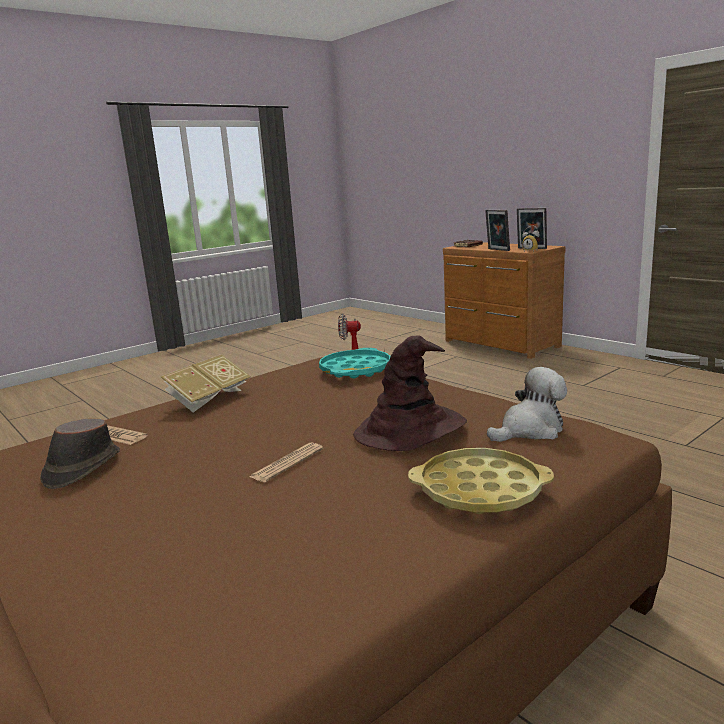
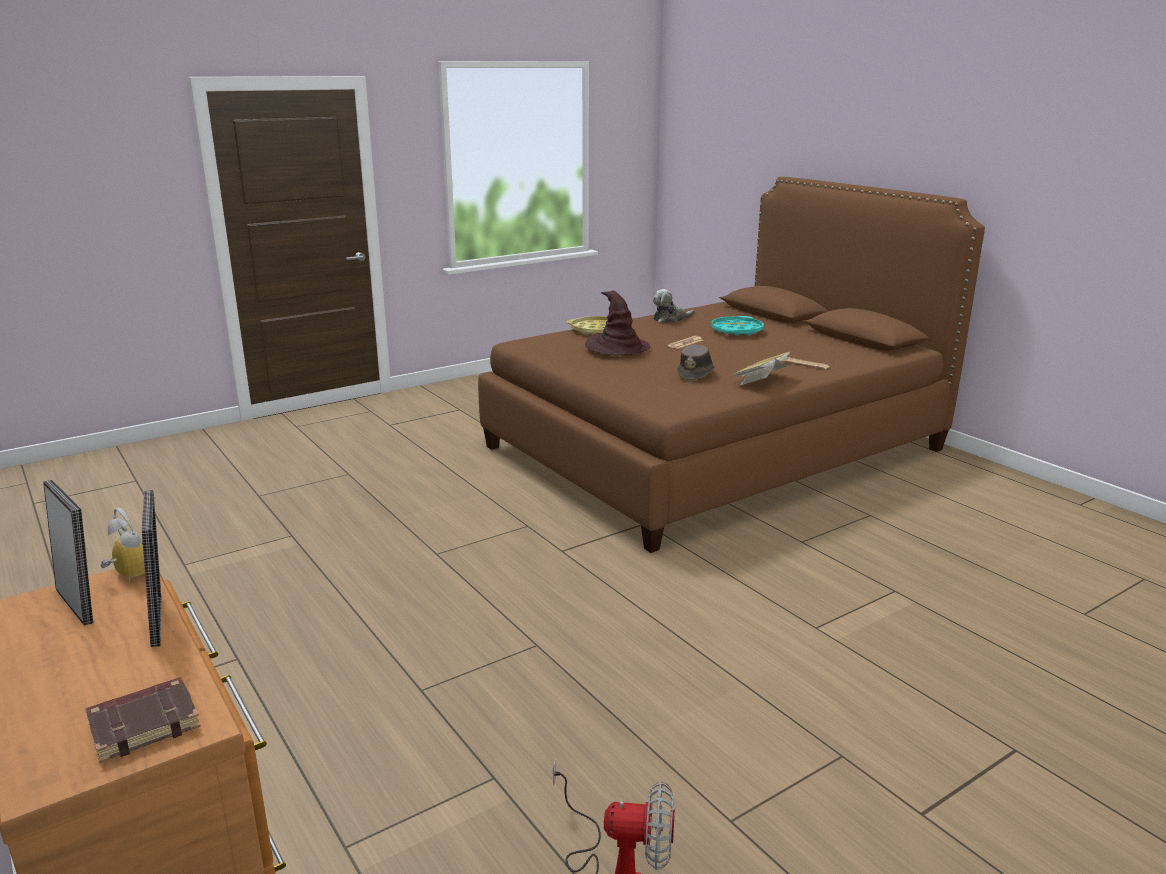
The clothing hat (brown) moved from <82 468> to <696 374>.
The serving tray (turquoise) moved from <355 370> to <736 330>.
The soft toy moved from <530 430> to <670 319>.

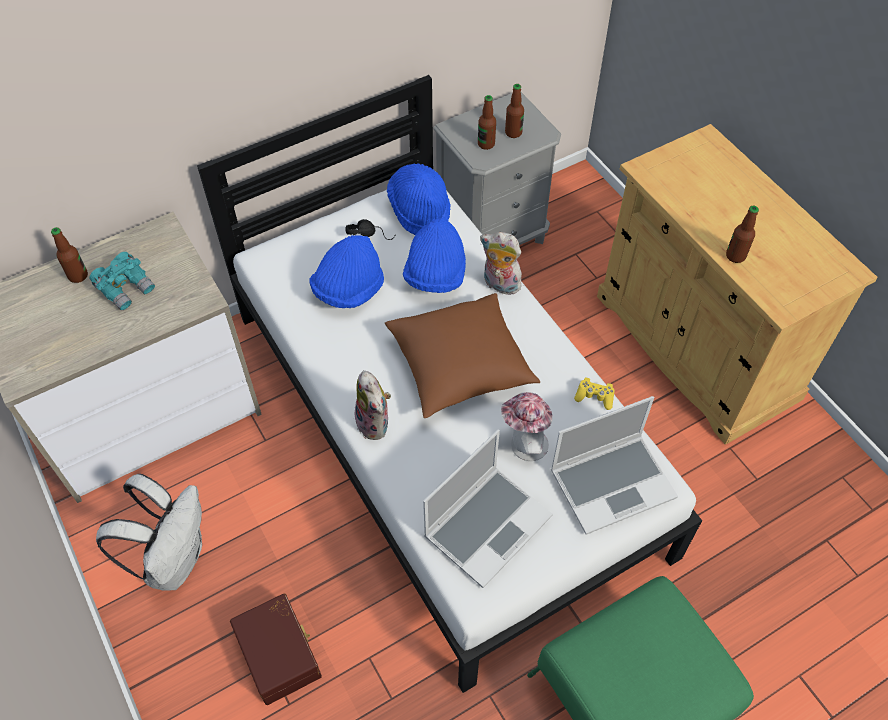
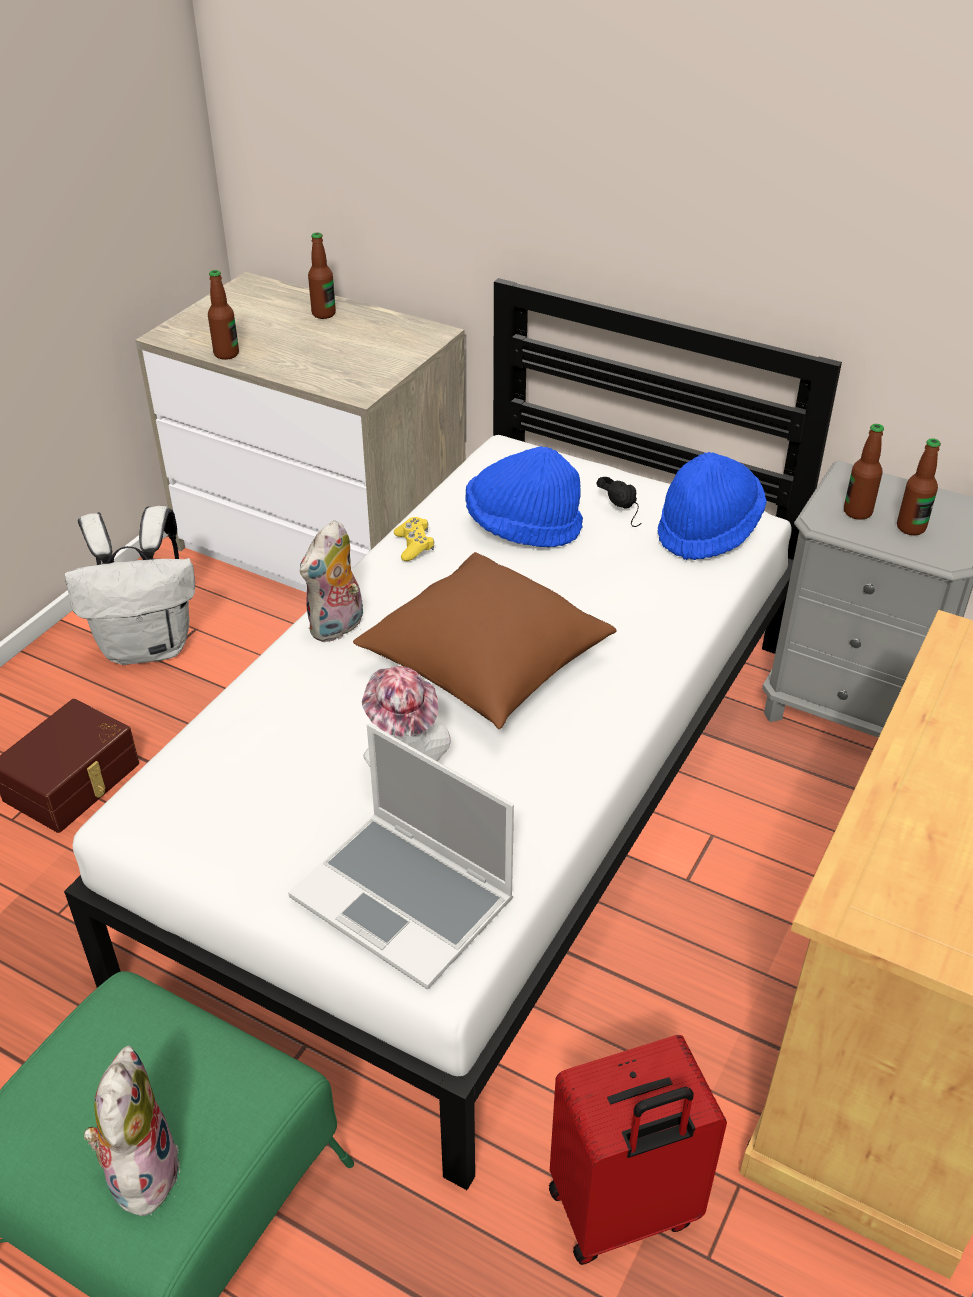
The field glasses (turquoise) at <126 288> disappeared.
The clothing hat (blue) at <435 275> disappeared.
The portable computer at <487 524> disappeared.
The soft toy moved from <499 285> to <140 1170>.
The gamepad (yellow-coloured) moved from <594 396> to <414 546>.
The beverage bottle moved from <735 256> to <226 354>.
The suitcase (reddish) at <623 1211> appeared.

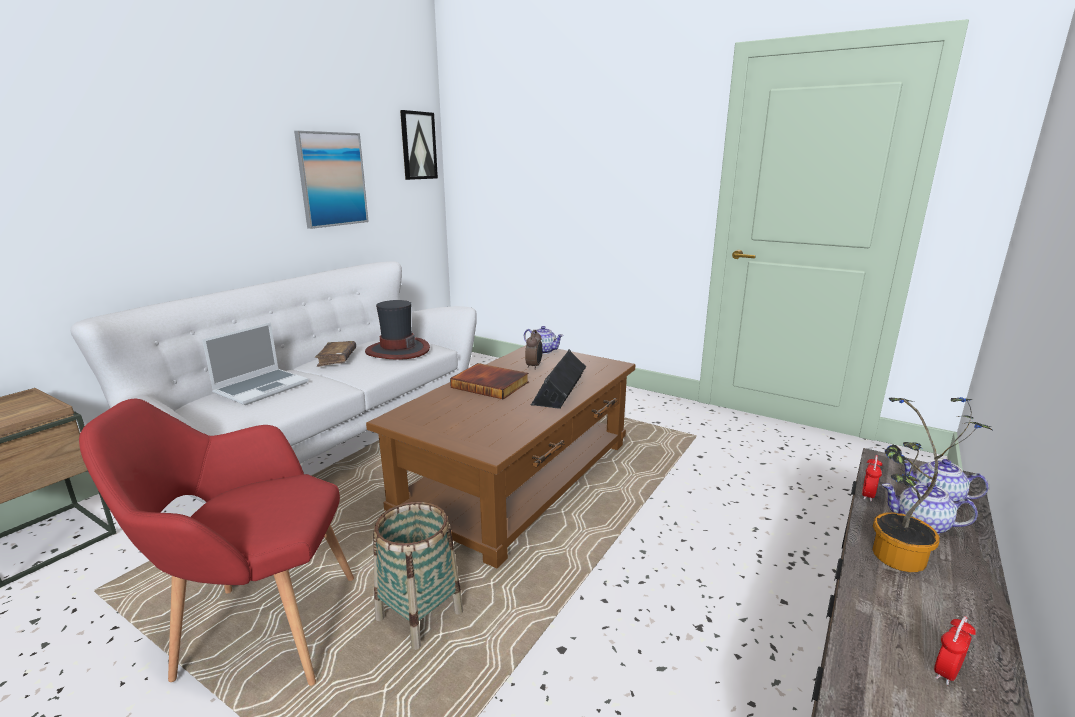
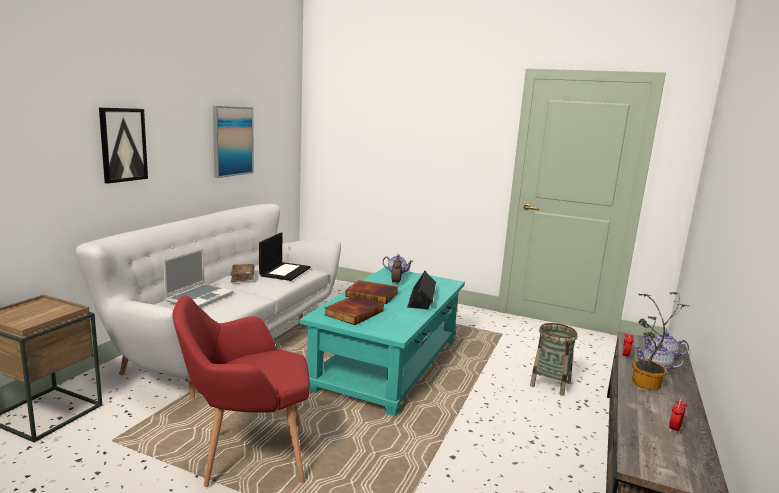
The clothing hat at <397 350> was replaced by the portable computer at <285 271>.
The coffee table (brown) at <519 478> became the coffee table (turquoise) at <389 363>.
The household basket moved from <420 616> to <550 384>.
The wall picture moved from <418 145> to <123 144>.
The volume at <353 312> appeared.

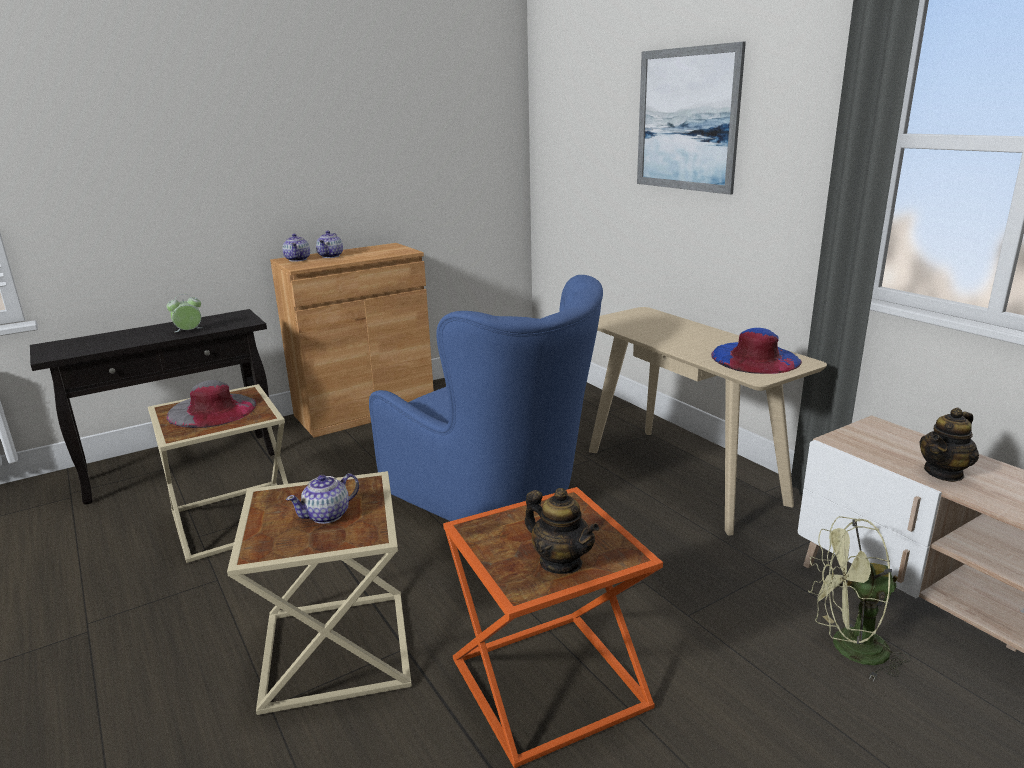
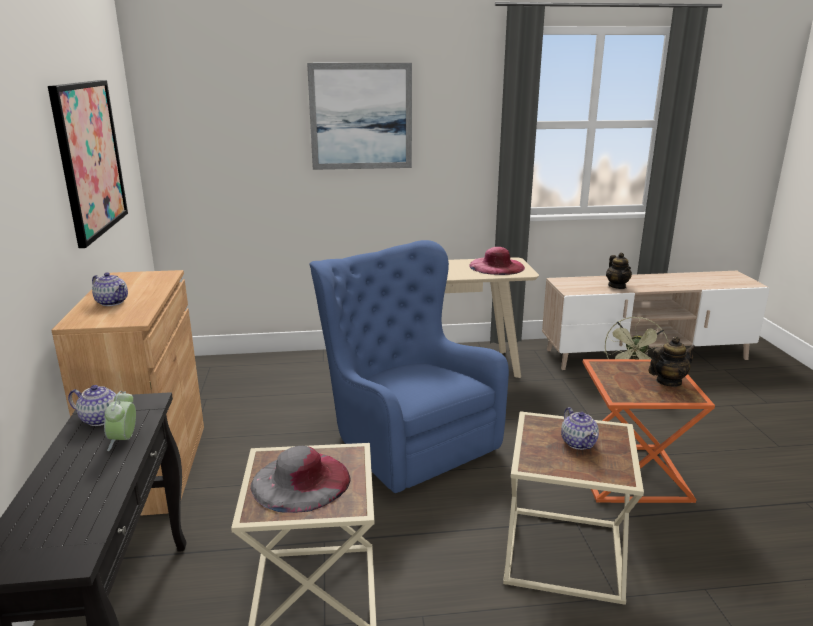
The teapot moved from <298 259> to <100 419>.
The lounge chair (blue) at <494 495> turned 105 degrees counterclockwise.
The clothing hat (blue) at <755 358> became the clothing hat (pinkish) at <496 266>.
The wall picture at <90 159> appeared.

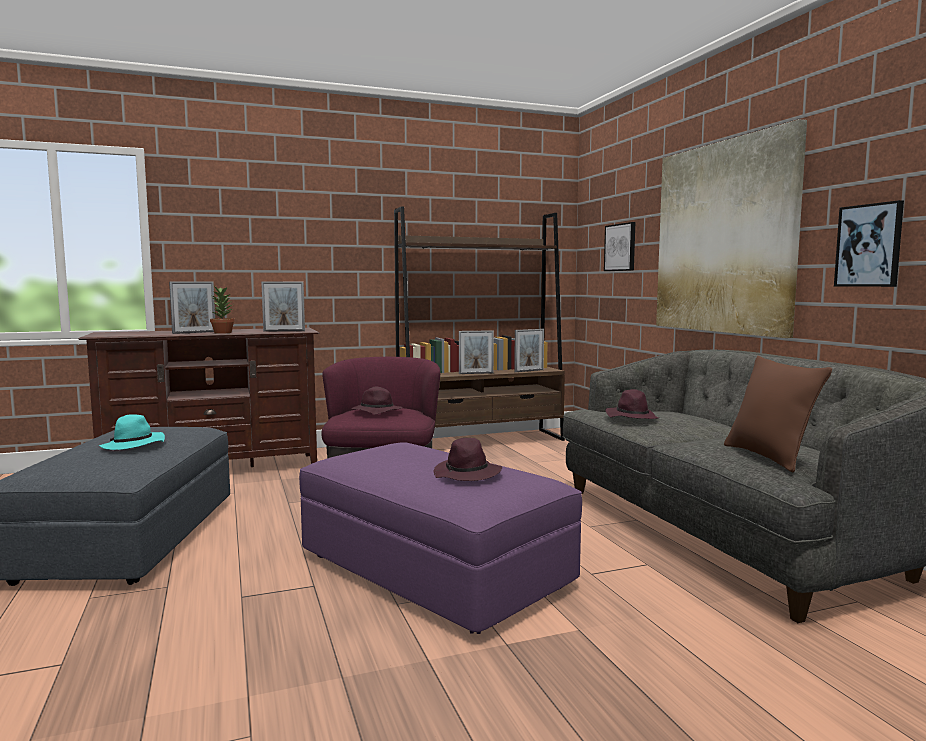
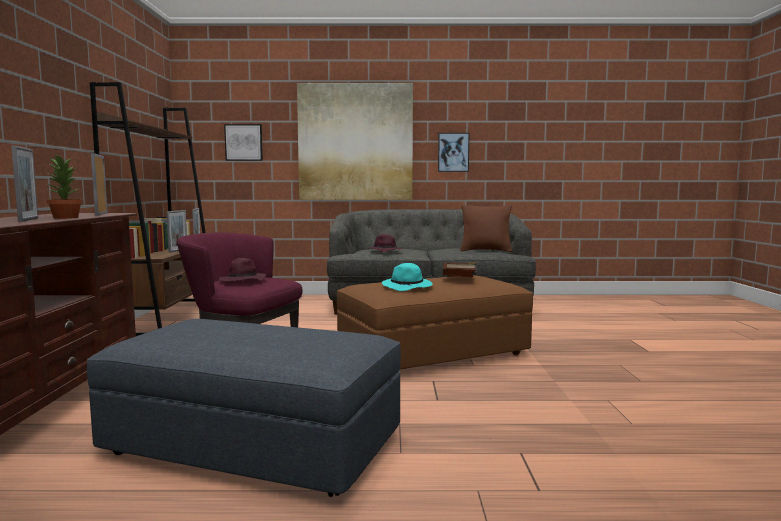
The clothing hat (turquoise) moved from <133 446> to <408 287>.
The picture frame at <284 331> turned 150 degrees clockwise.
The pouffe (purplish) at <433 571> became the pouffe (brown) at <433 354>.
The clothing hat (purplish) at <467 475> was replaced by the volume (brown) at <459 280>.

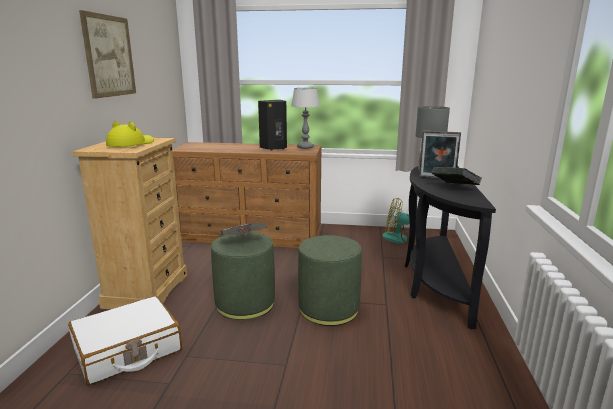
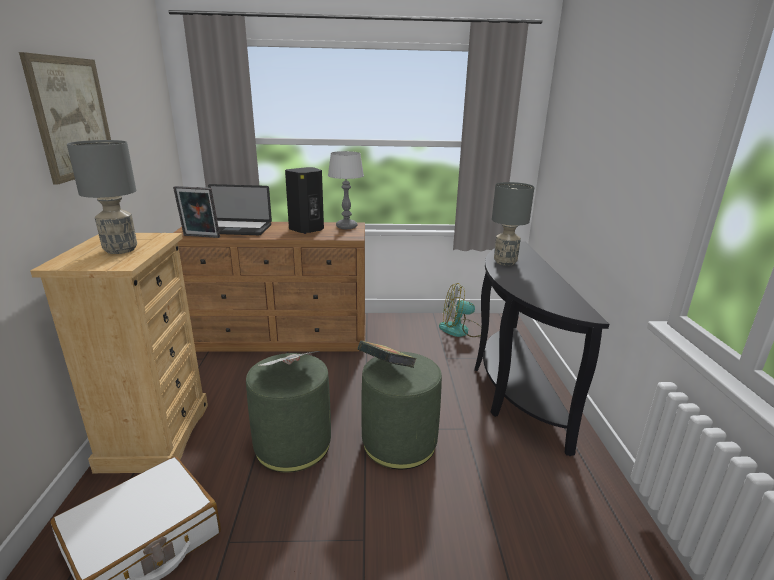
The clothing hat (yellow-coloured) at <131 144> was replaced by the table lamp (greyish) at <120 250>.
The picture frame moved from <437 178> to <200 237>.
The volume moved from <454 188> to <386 368>.
The portable computer at <236 229> appeared.

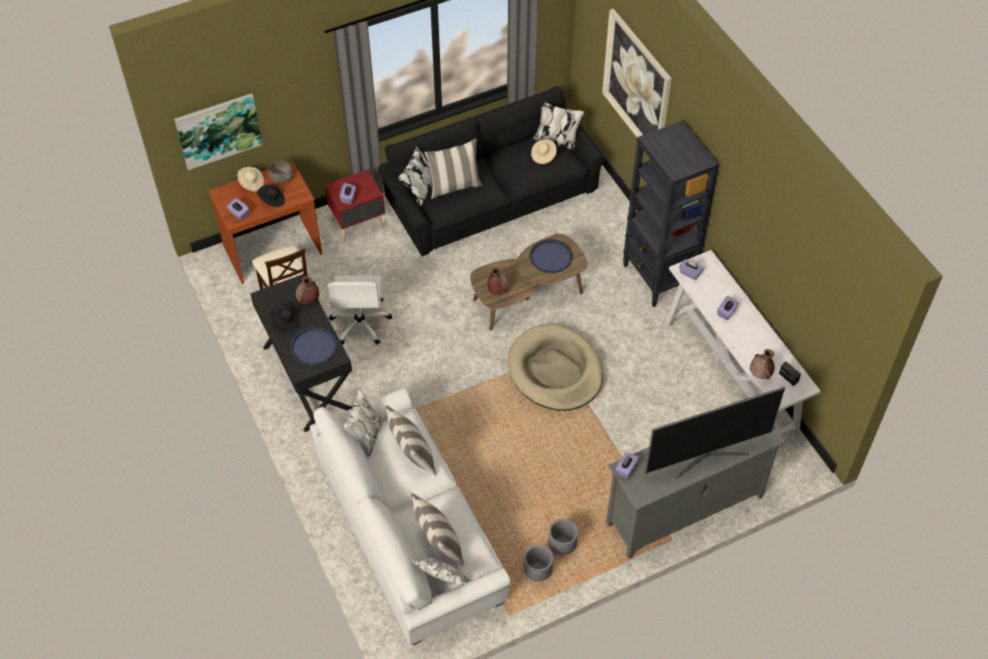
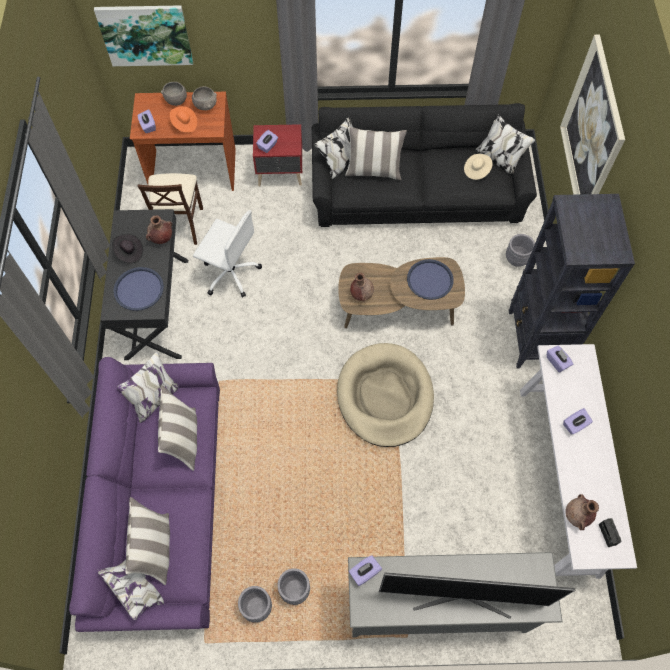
The clothing hat (sand-coloured) at <251 183> was replaced by the deep dish (greyish) at <176 100>.
The clothing hat (blackish) at <272 201> became the clothing hat (orangey) at <184 124>.
The settee (white) at <409 528> became the settee (purplish) at <162 502>.
The desk chair (white) at <360 324> turned 90 degrees counterclockwise.
The planter (greyish) at <516 259> appeared.

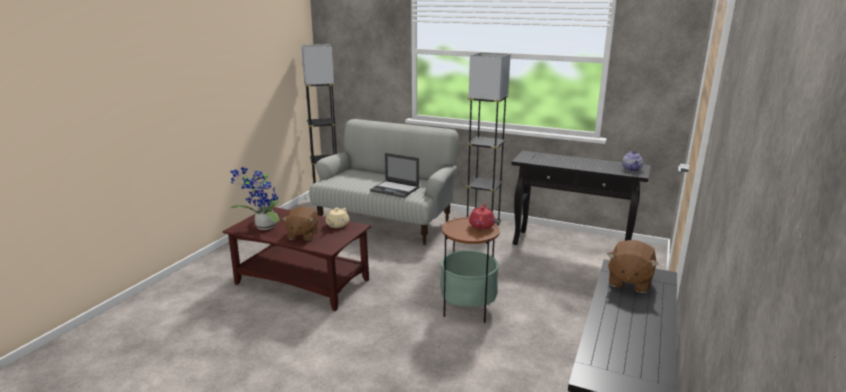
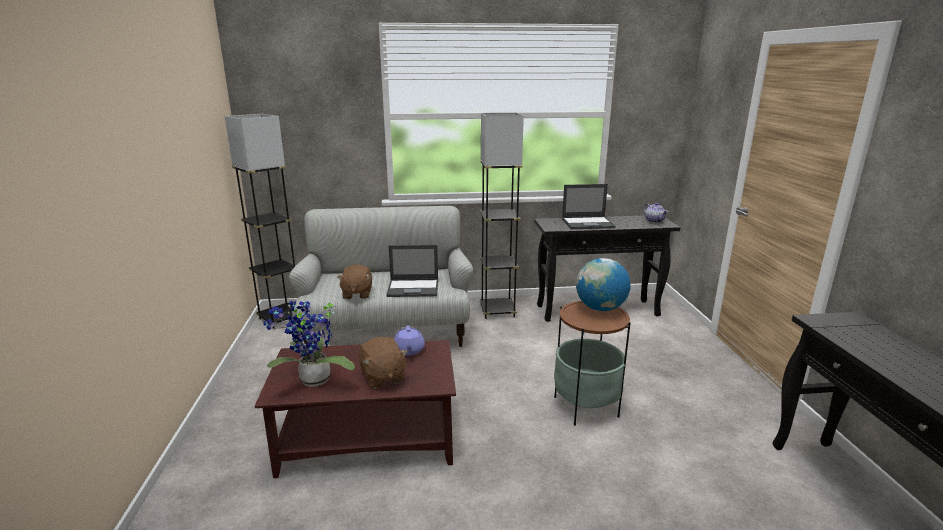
The teapot (sand-coloured) at <337 225> became the teapot (purplish) at <409 351>.
The teapot (reddish) at <481 225> was replaced by the globe at <600 308>.
The soft toy (brown) moved from <628 281> to <356 294>.
The portable computer at <588 223> appeared.

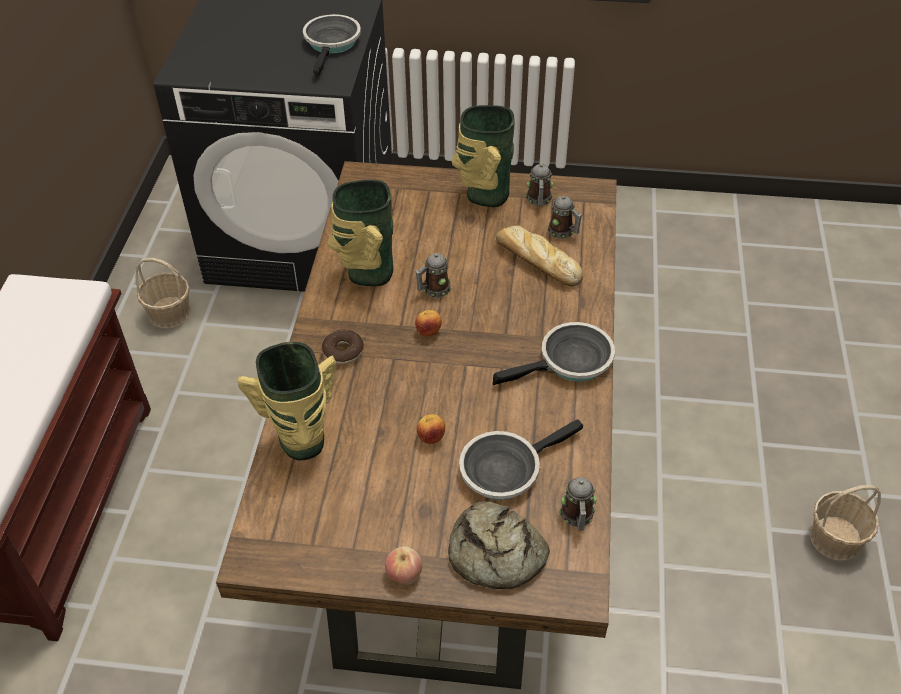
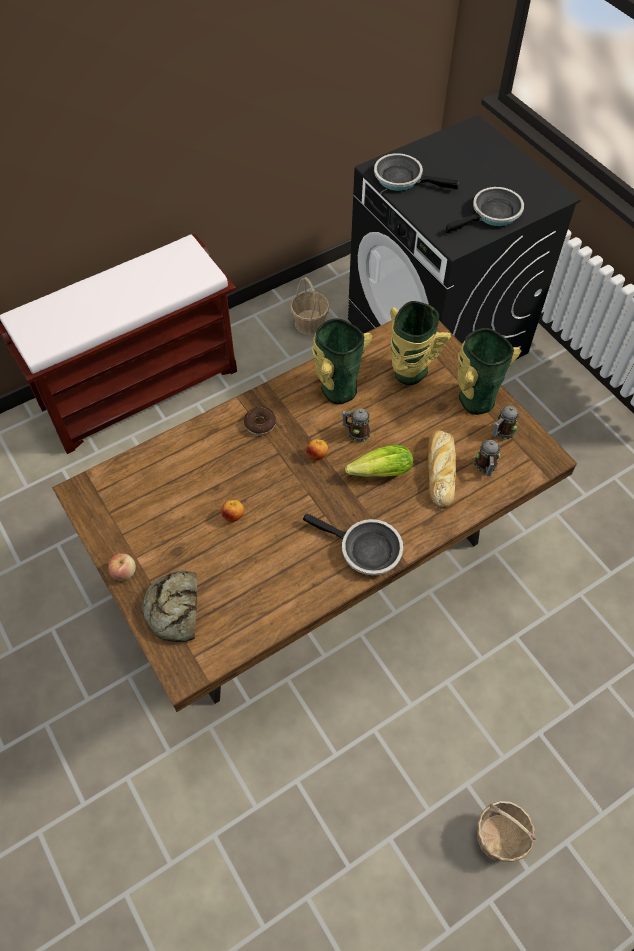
The vase moved from <302 442> to <408 373>.
The pan moved from <505 469> to <402 179>.
The tea mug at <577 517> disappeared.
The head of lettuce at <377 473> appeared.

